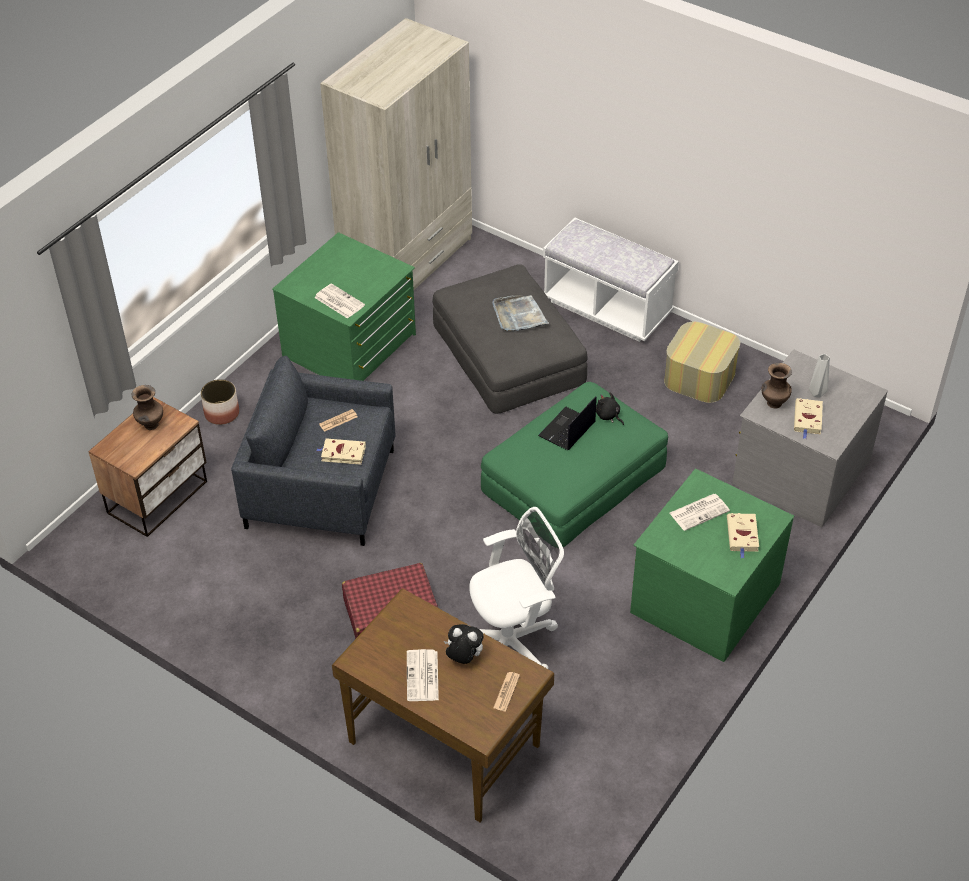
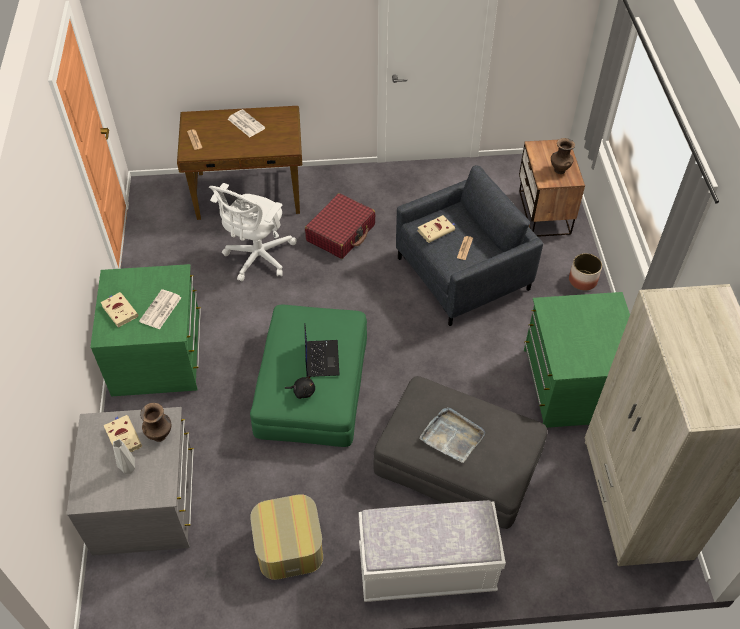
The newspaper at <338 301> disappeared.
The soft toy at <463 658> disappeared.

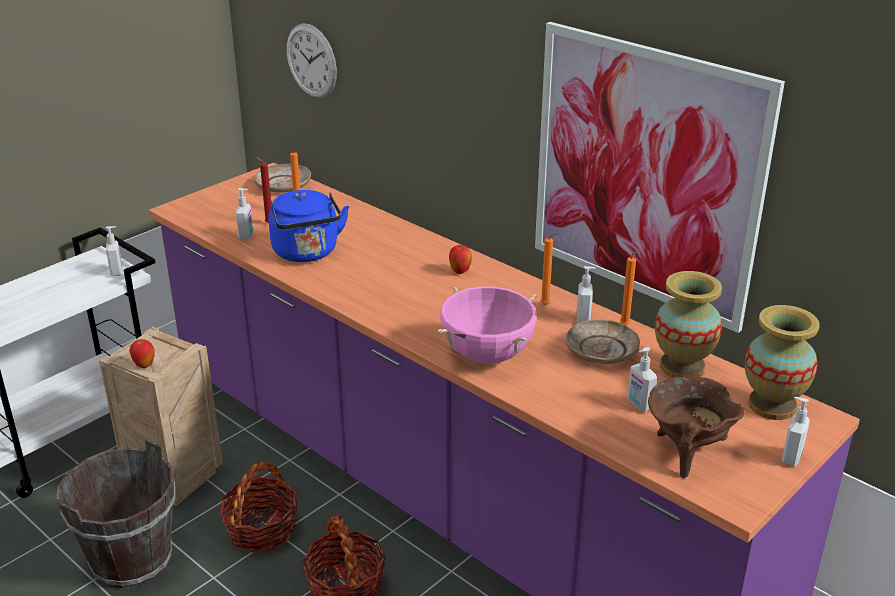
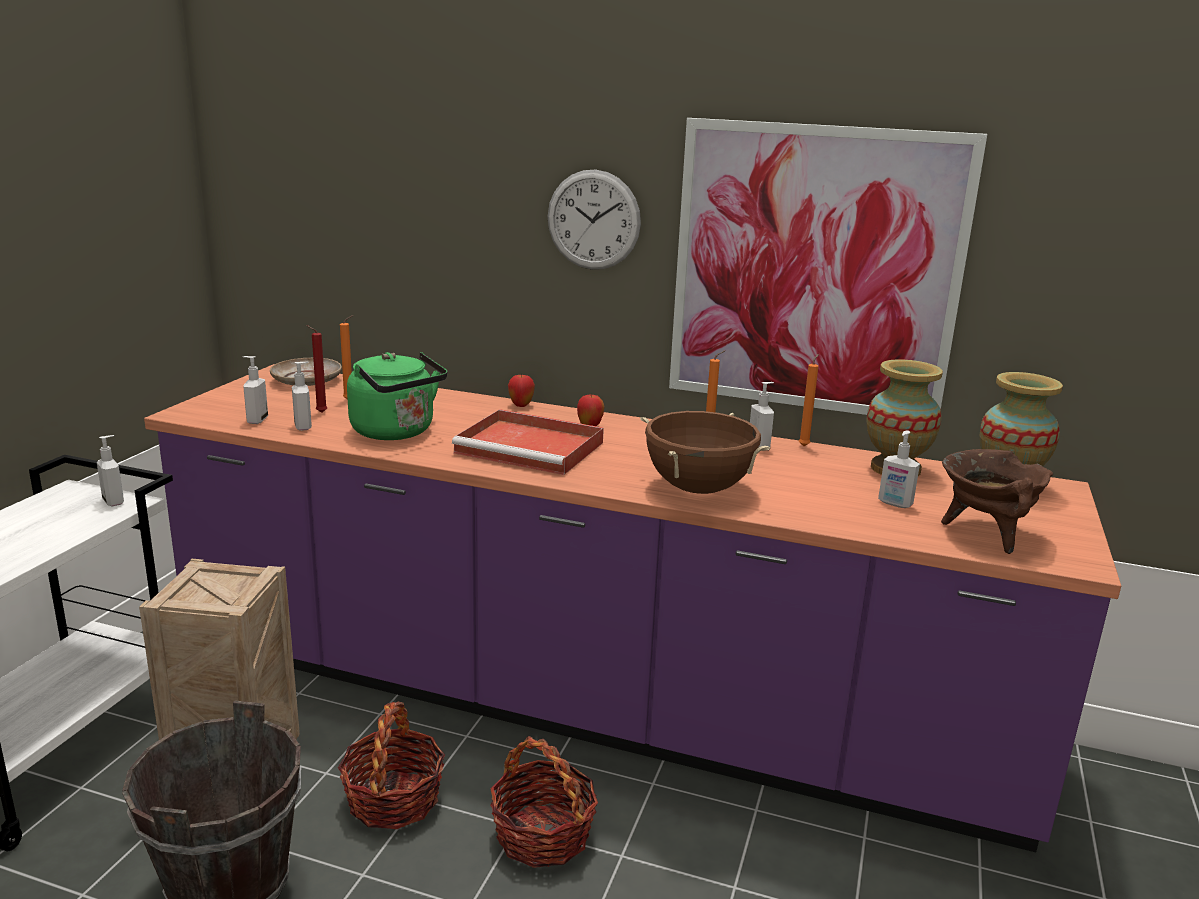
The apple fruit moved from <144 365> to <521 405>.
The tea kettle (blue) at <307 253> became the tea kettle (green-coloured) at <396 432>.
The hanging clock moved from <311 61> to <593 220>.
The stockpot (pinkish) at <487 355> became the stockpot (brown) at <698 489>.
The plate (sand-coloured) at <601 351> disappeared.
The liquid soap bottle moved from <790 457> to <256 420>.
The serving tray (reddish) at <532 448> appeared.

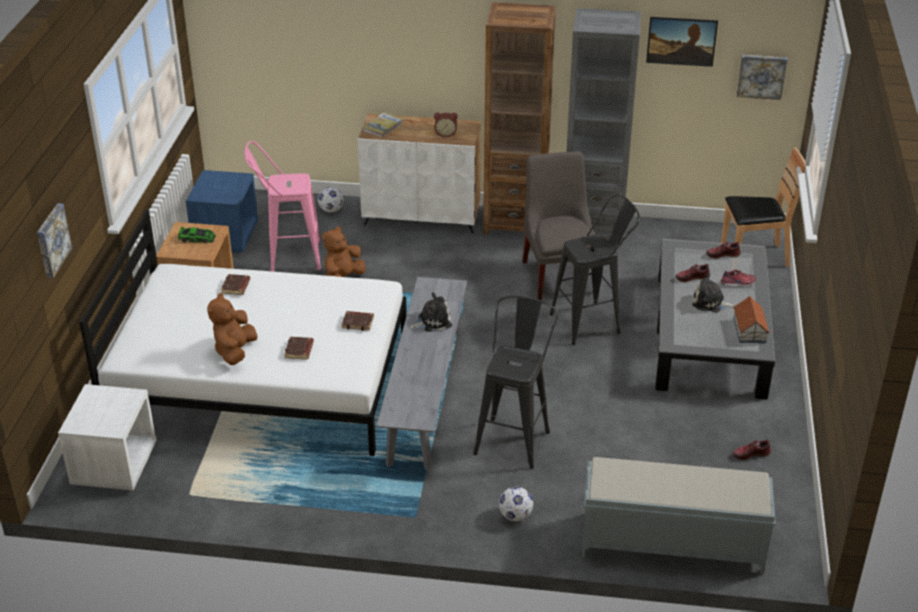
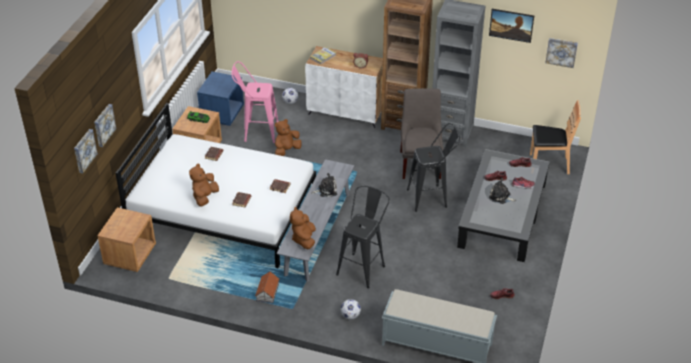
The bedside table (white) at <114 465> became the bedside table (brown) at <130 255>.
The miniature house moved from <749 330> to <268 292>.
The wall picture at <84 150> appeared.
The soft toy (brown) at <304 239> appeared.

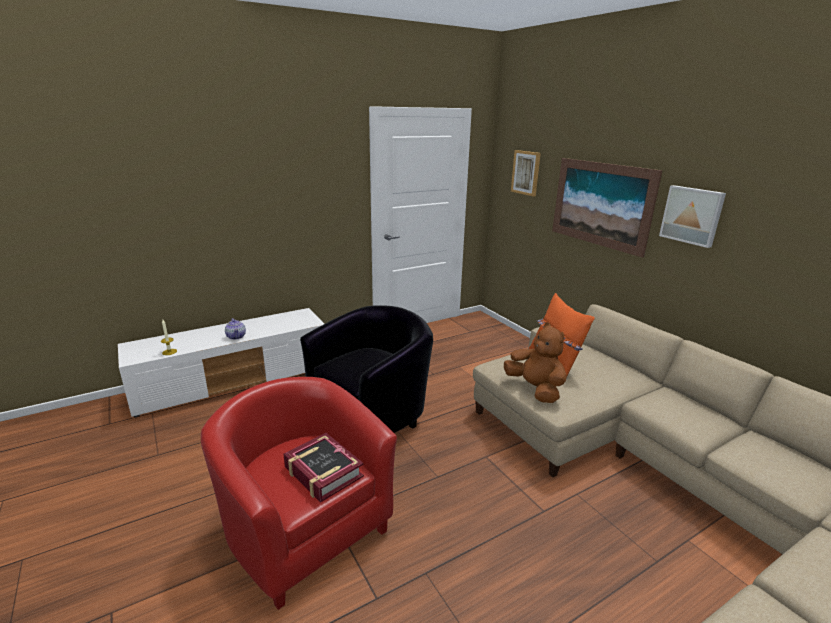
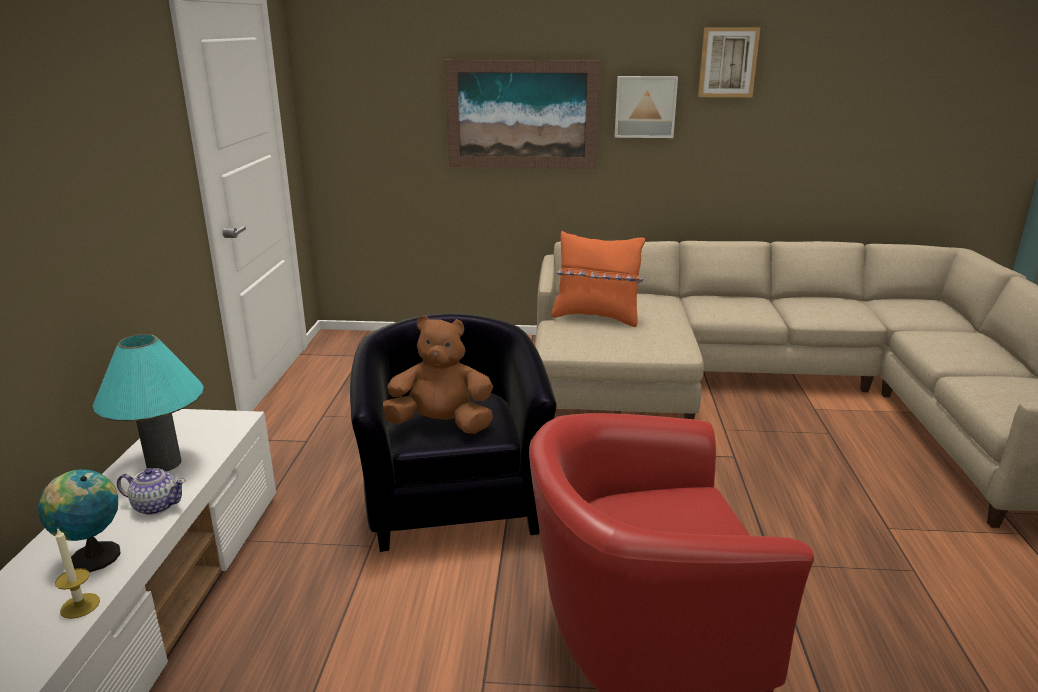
The volume at <323 472> disappeared.
The soft toy (brown) moved from <535 389> to <440 425>.
The wall picture moved from <526 172> to <728 62>.
The globe at <92 557> appeared.
The table lamp (turquoise) at <164 464> appeared.

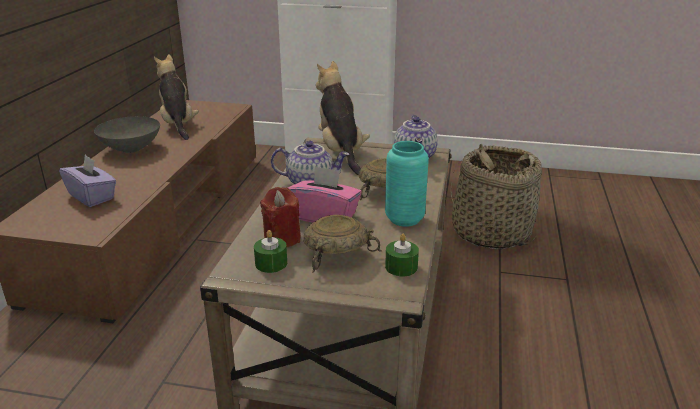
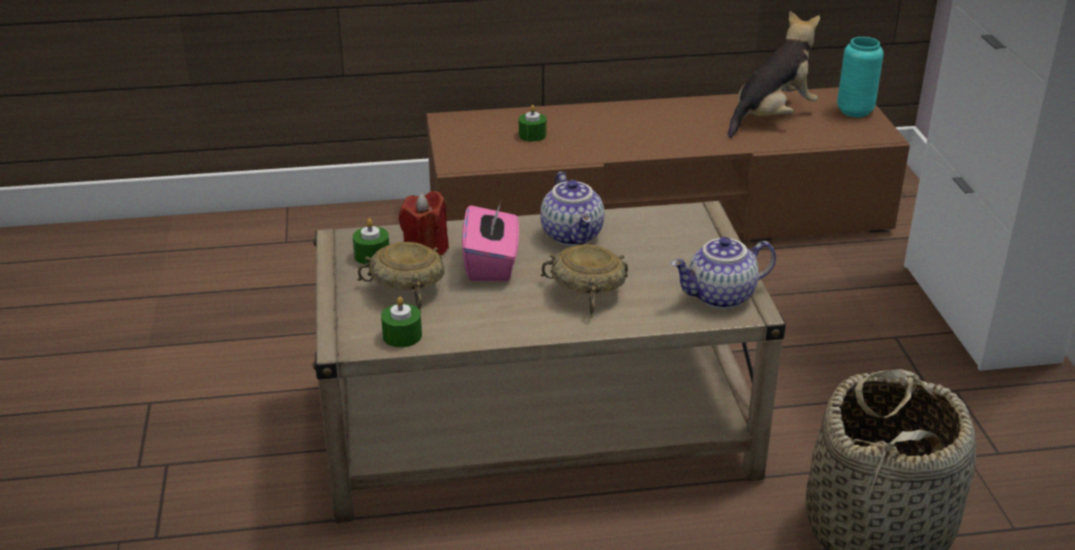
The tissue holder (purplish) at <92 196> was replaced by the wax candle (green-coloured) at <532 135>.
The deep dish (greyish) at <130 149> disappeared.
The soft toy at <340 152> disappeared.
The vase (turquoise) moved from <404 219> to <855 111>.

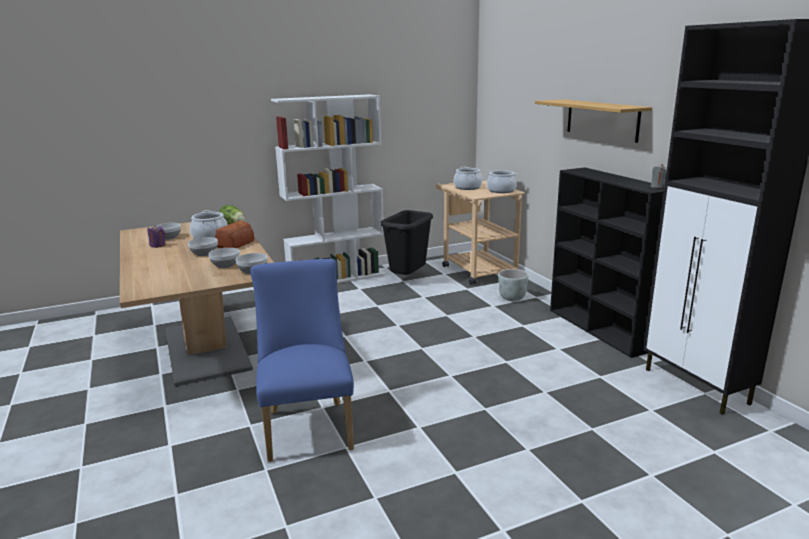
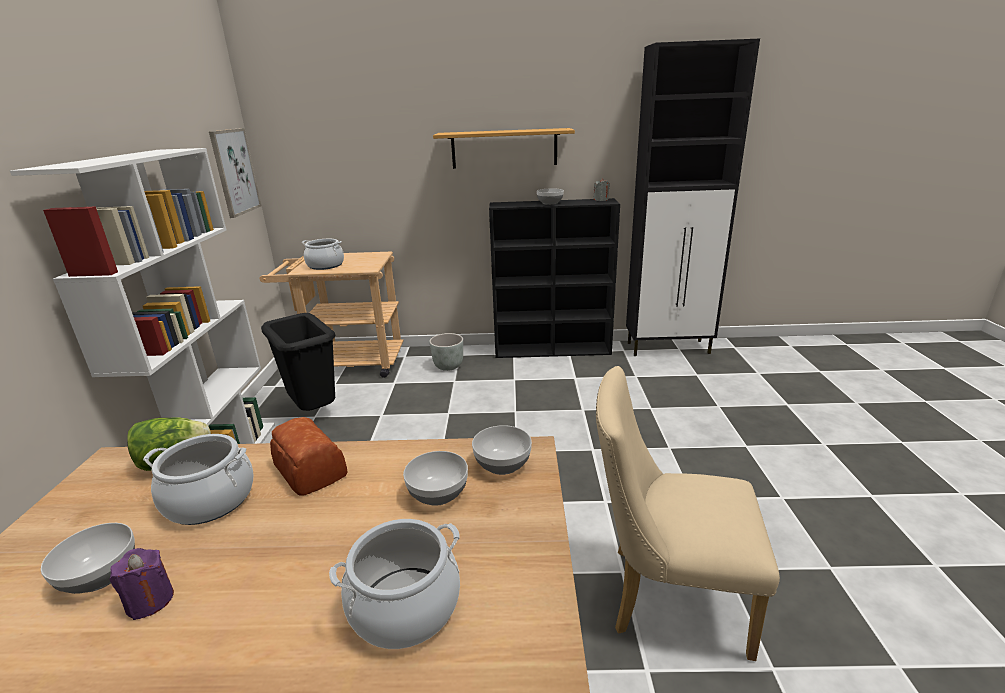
The deep dish moved from <204 253> to <549 203>.
The upright chair (blue) at <308 425> became the upright chair (sand-coloured) at <665 596>.
The stockpot moved from <501 191> to <405 607>.
The wall picture at <235 172> appeared.

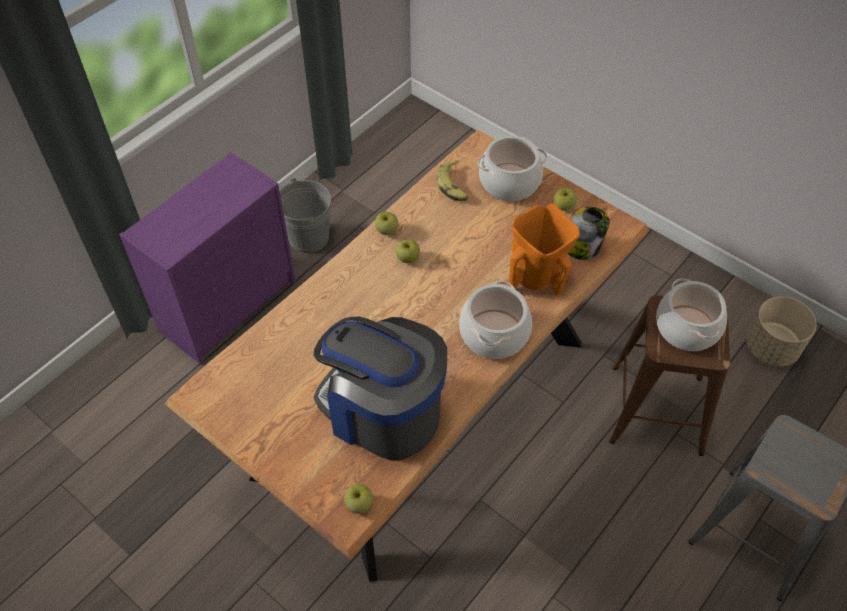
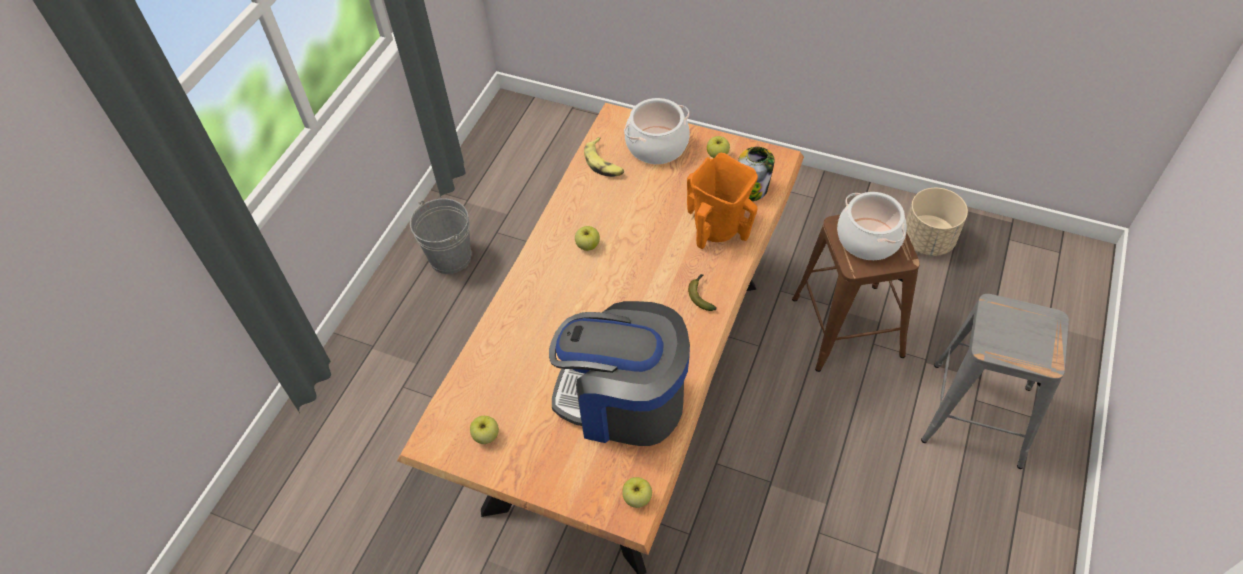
The dresser (purplish) at <230 305> disappeared.
The apple fruit moved from <386 230> to <486 436>.
The stockpot at <494 334> was replaced by the whole banana at <701 295>.

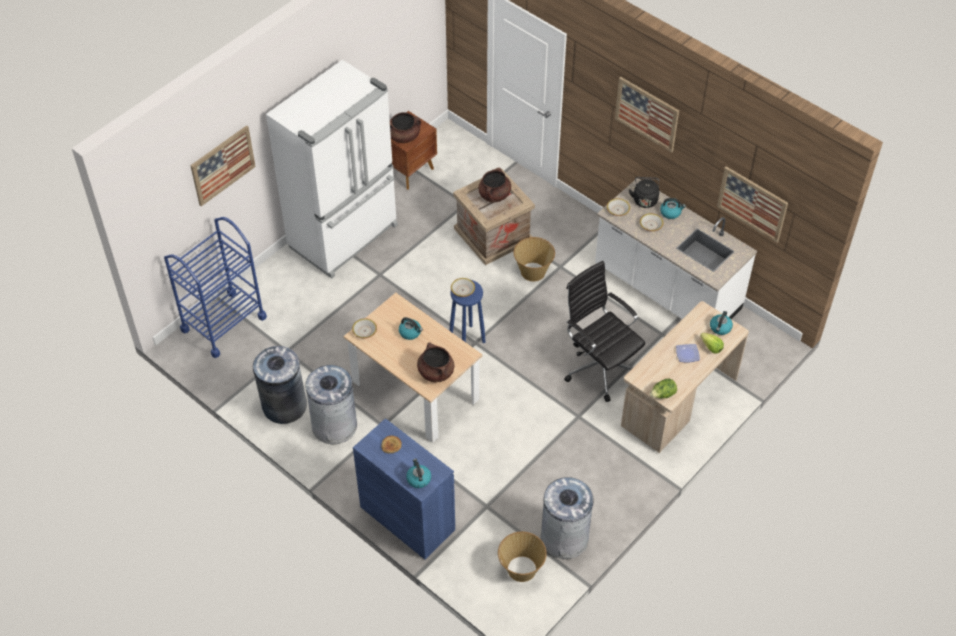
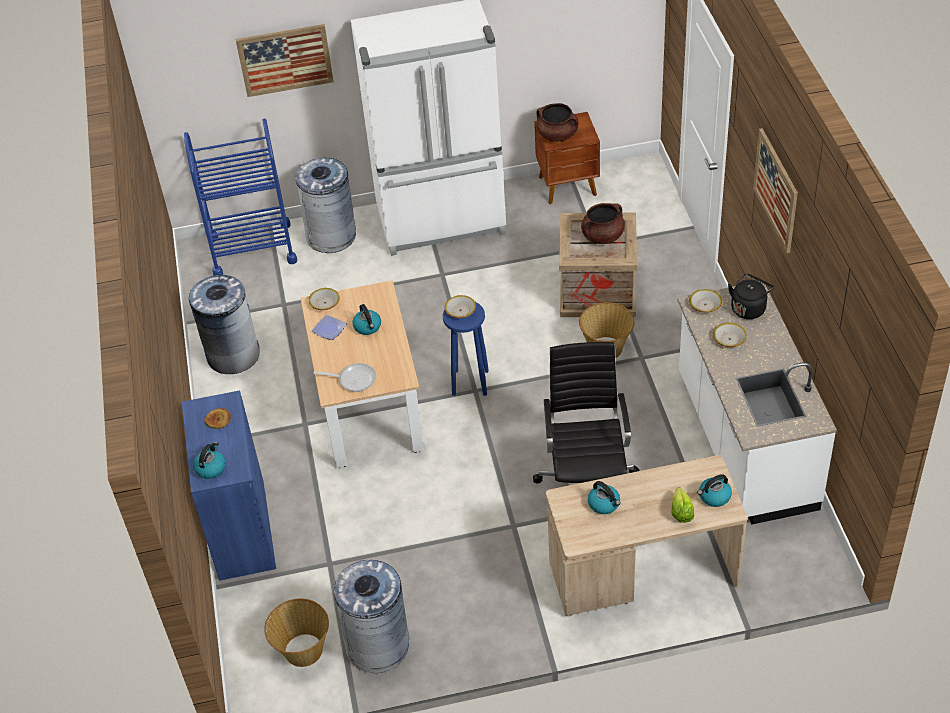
The rubbish bin (greyish) moved from <334 425> to <331 236>.
The stockpot (brown) at <435 372> was replaced by the pan at <354 379>.
The head of lettuce at <662 395> disappeared.
The tea kettle moved from <671 212> to <604 504>.
The plate moved from <687 354> to <330 329>.
The wall picture at <752 204> disappeared.

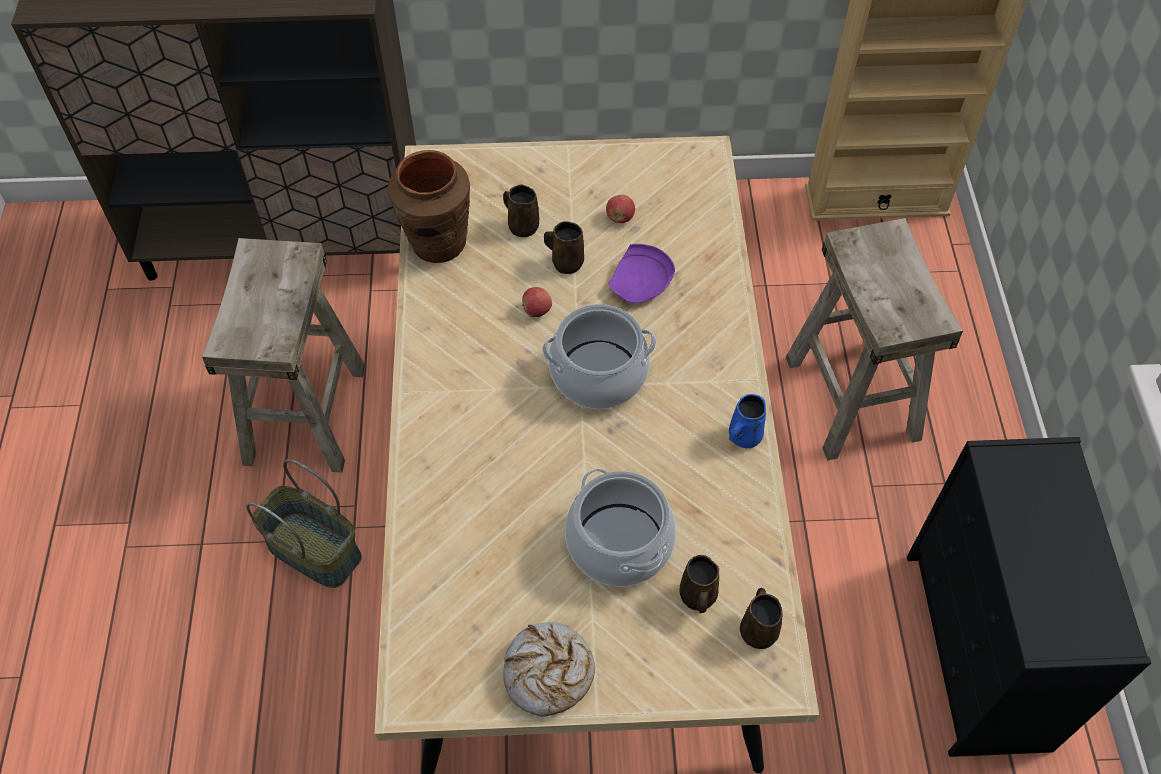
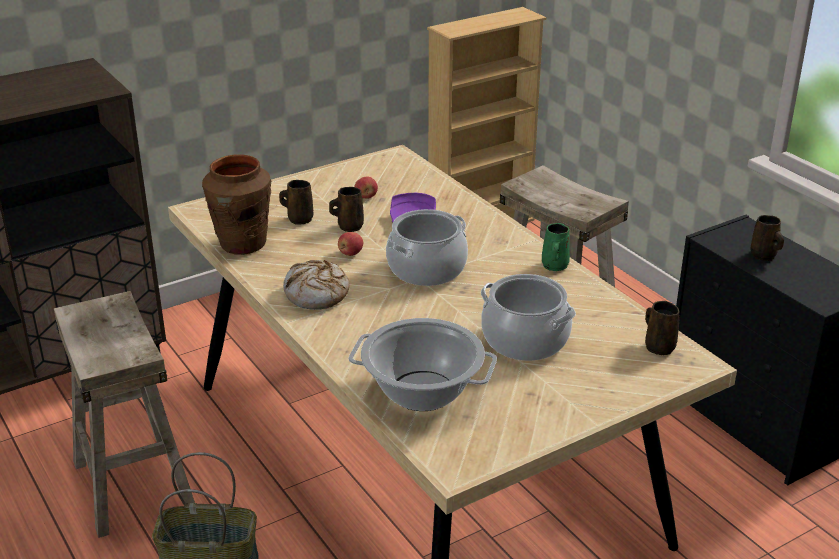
The bakery bread moved from <548 673> to <316 294>.
The tea mug (brown) moved from <697 597> to <764 256>.
The tea mug (blue) at <743 437> became the tea mug (green-coloured) at <554 266>.
The stockpot at <422 391> appeared.

